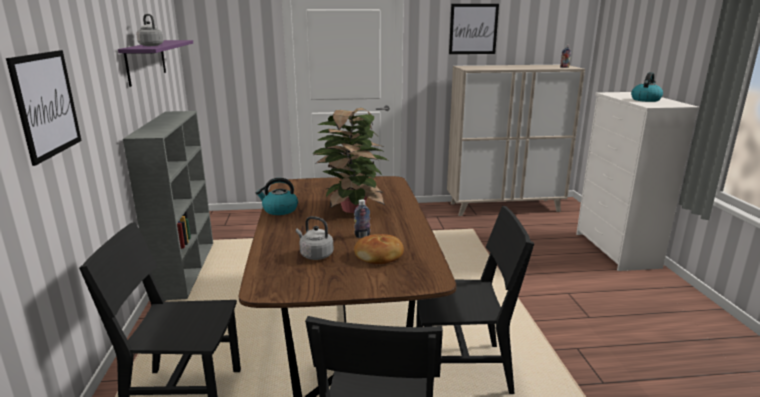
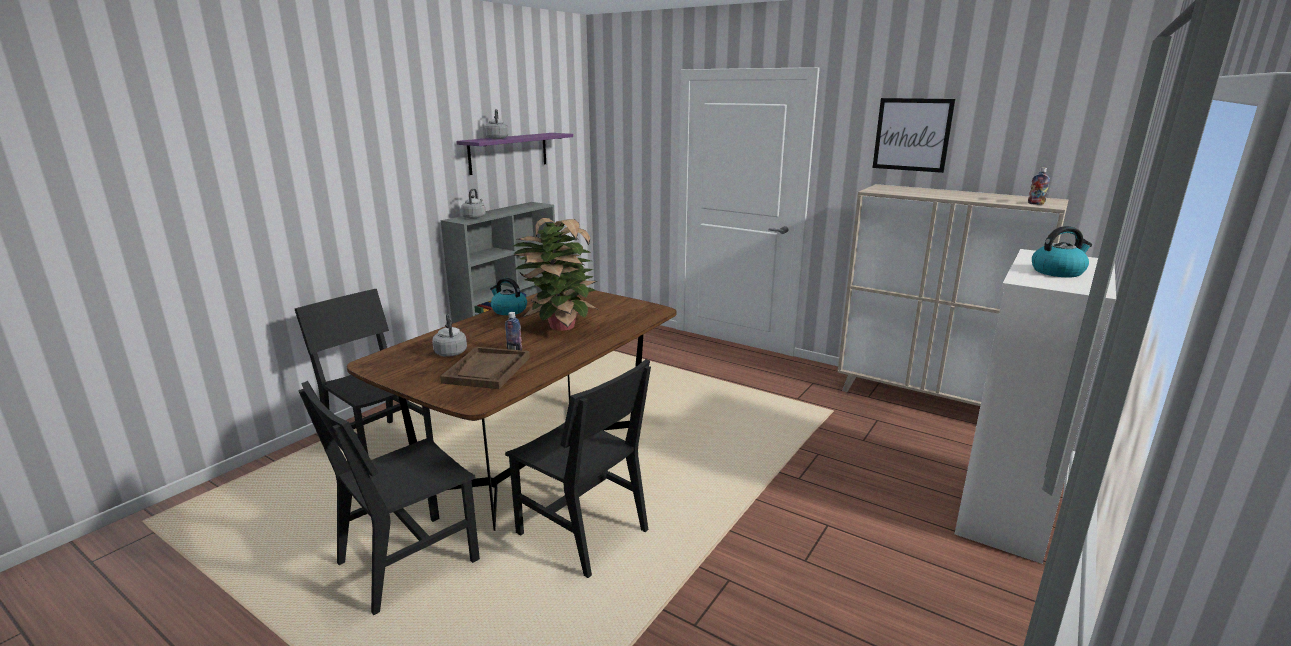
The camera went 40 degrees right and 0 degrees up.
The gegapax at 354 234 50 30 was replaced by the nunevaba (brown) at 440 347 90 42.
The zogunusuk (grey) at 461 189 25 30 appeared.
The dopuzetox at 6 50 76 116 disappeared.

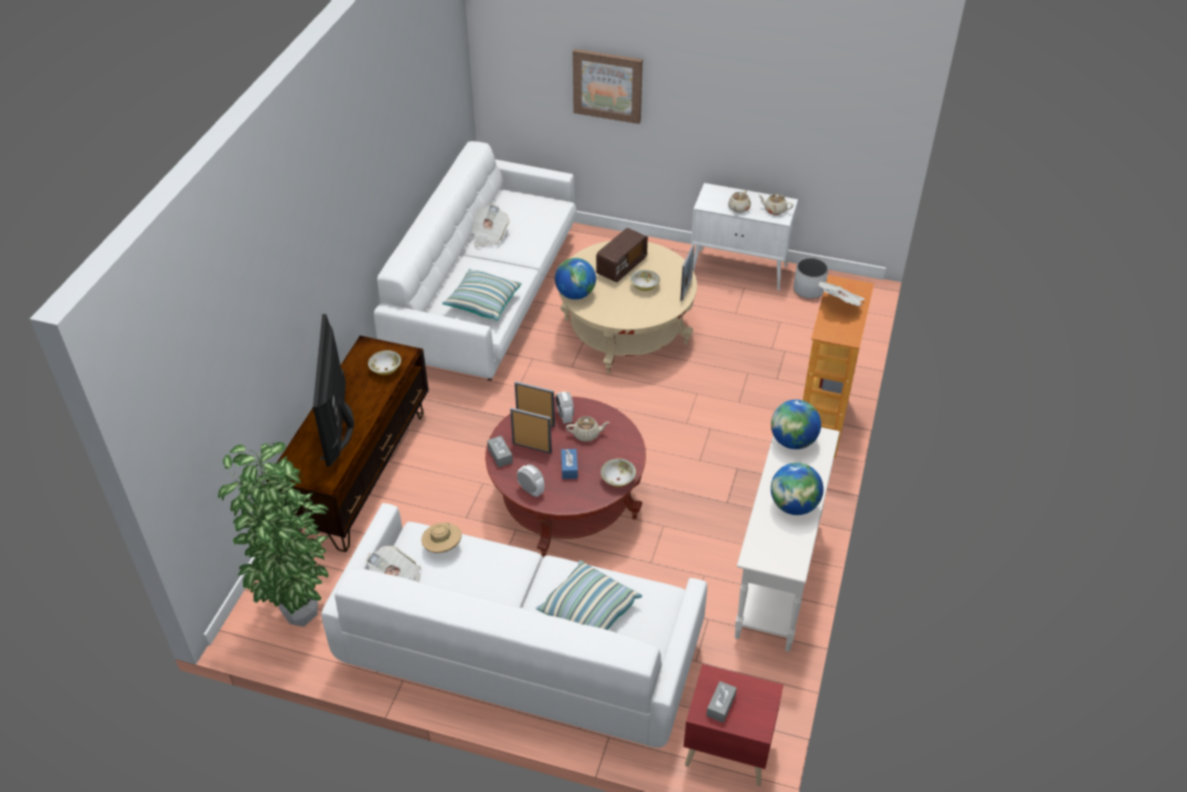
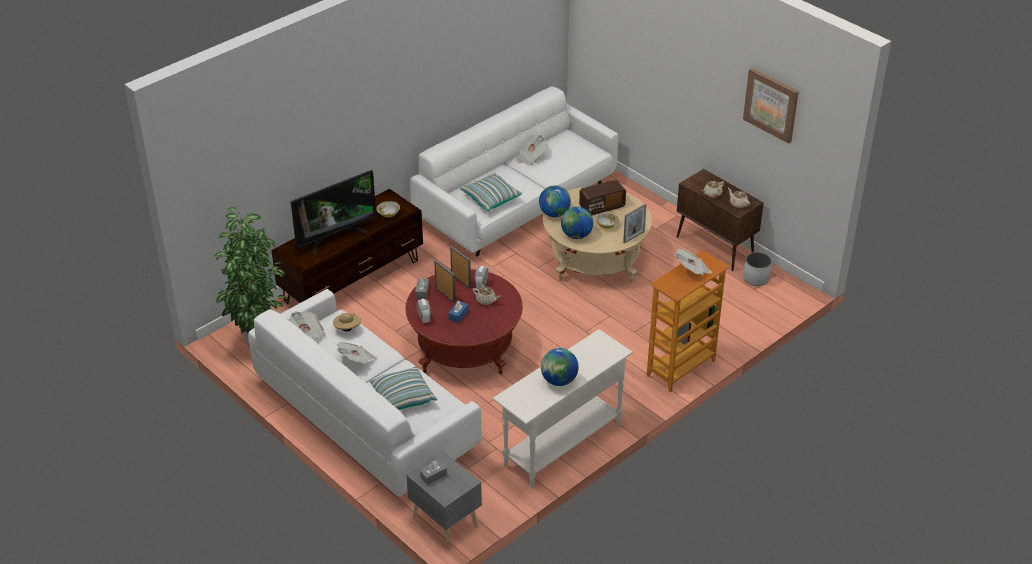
The camera went 30 degrees right and 5 degrees down.
The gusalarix at 313 314 41 153 turned 150 degrees counterclockwise.
The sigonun at 337 342 40 22 appeared.
The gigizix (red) at 683 664 101 122 became the gigizix (grey) at 406 451 76 97.
The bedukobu moved from 771 400 50 49 to 561 207 32 32.
The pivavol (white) at 691 183 107 108 became the pivavol (brown) at 677 169 87 102.
The dopuzetox moved from 573 49 70 75 to 743 68 56 76.
The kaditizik at 601 459 35 28 disappeared.

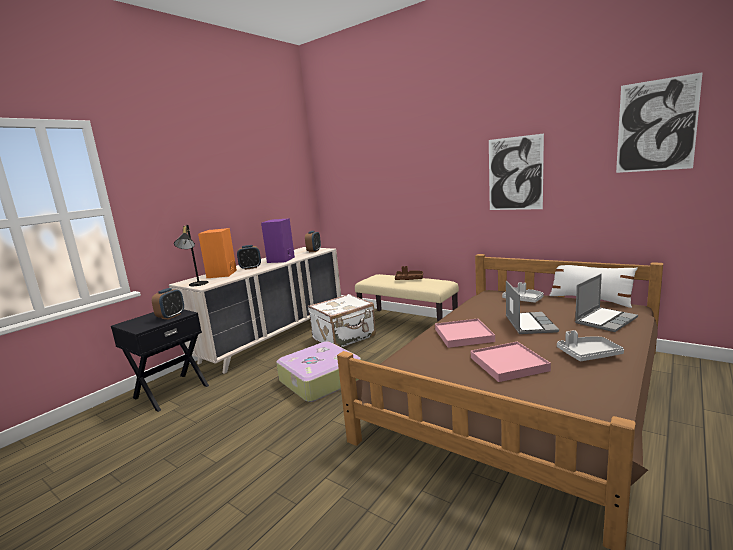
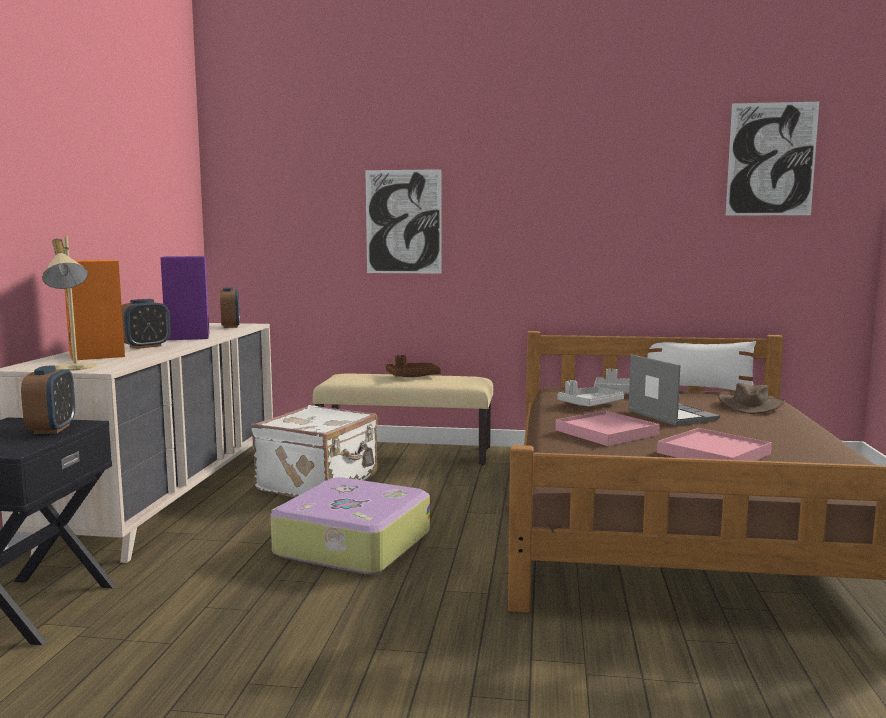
The camera went 30 degrees left and 5 degrees down.
The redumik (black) at 174 225 35 61 became the redumik (beige) at 42 237 56 134.
The dopuzetox moved from 489 134 55 76 to 365 169 77 105.
The nunevaba (grey) moved from 557 330 67 31 to 557 380 67 27.
The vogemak at 575 274 63 58 was replaced by the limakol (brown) at 718 383 67 31.

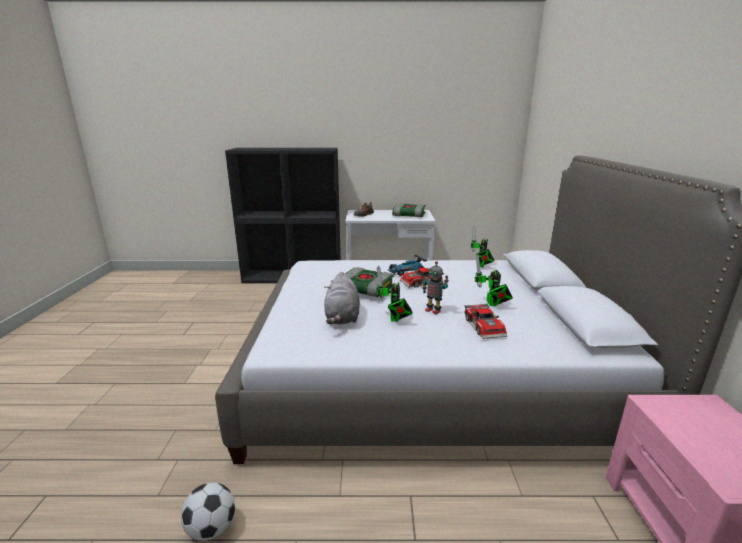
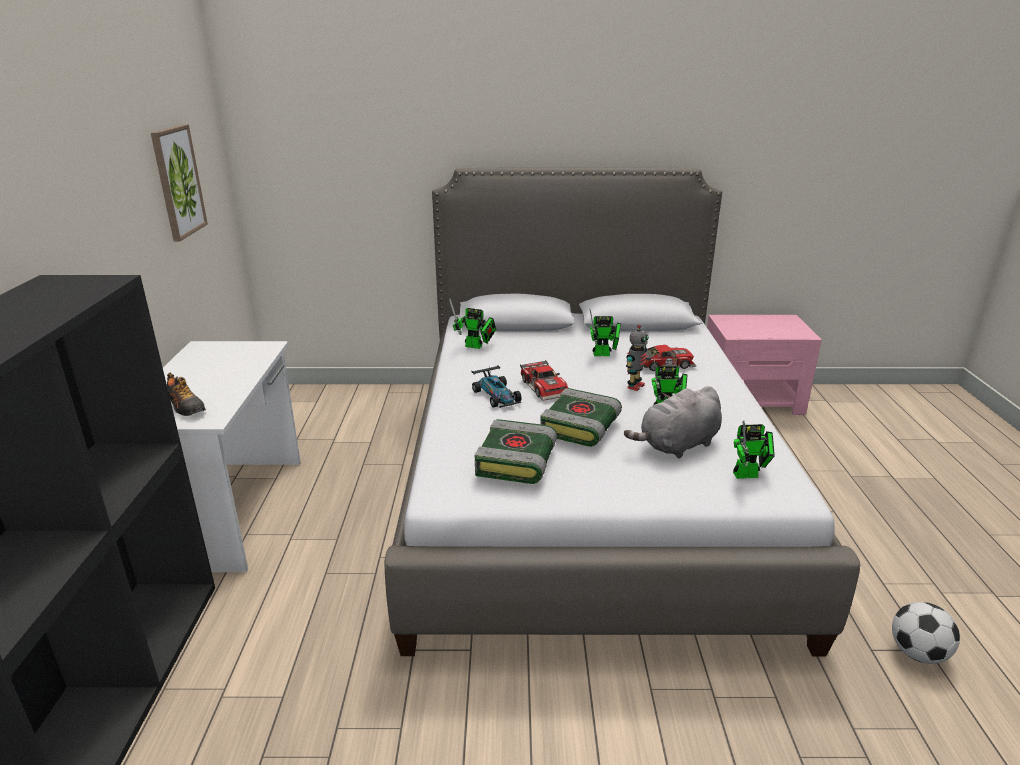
The camera went 90 degrees left and 5 degrees up.
The dopuzetox at 151 124 57 118 appeared.
The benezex moved from 392 203 34 14 to 475 419 82 65.
The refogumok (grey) at 324 272 36 52 turned 150 degrees clockwise.
The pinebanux at 733 421 42 58 appeared.

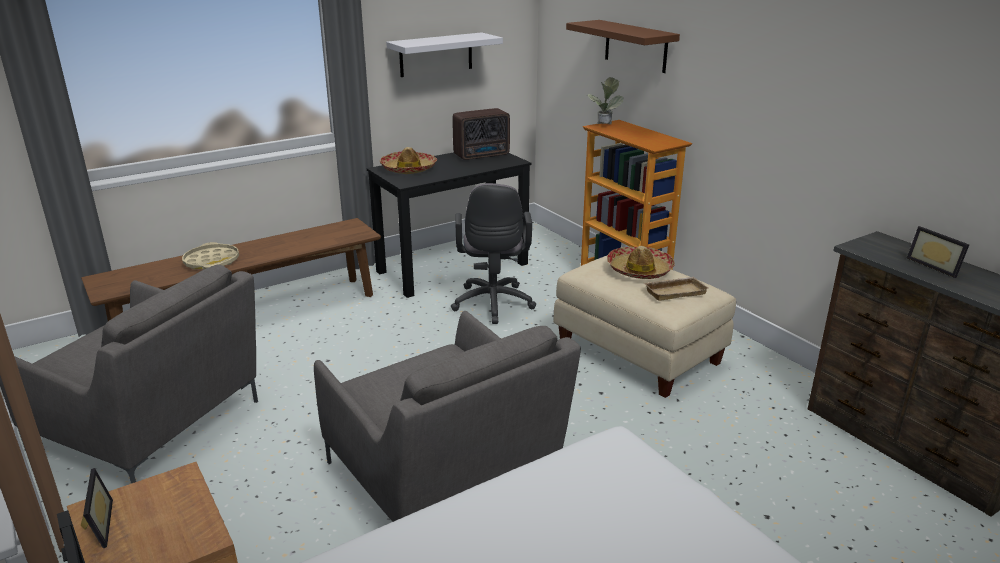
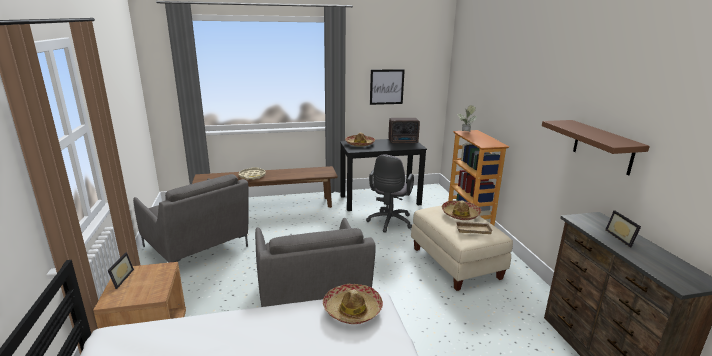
The camera went 20 degrees right and 5 degrees down.
The limakol at 323 284 60 40 appeared.
The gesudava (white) at 386 32 117 45 was replaced by the dopuzetox at 370 69 35 36.
The gesudava (brown) moved from 566 20 114 53 to 542 120 108 55.

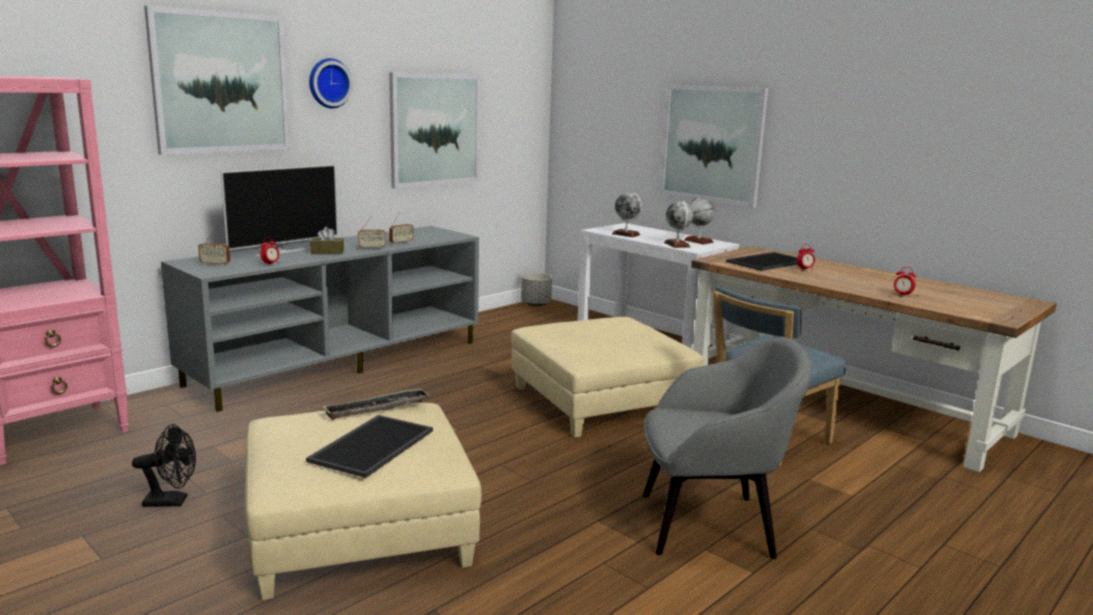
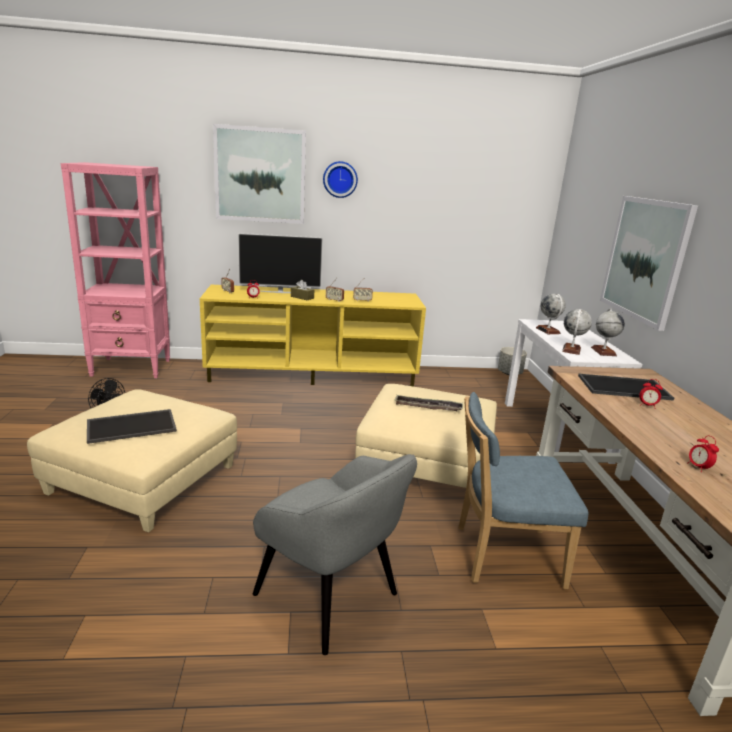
The camera went 40 degrees right and 5 degrees up.
The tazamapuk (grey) at 161 226 318 186 became the tazamapuk (yellow) at 200 285 226 102.
The nunevaba moved from 323 388 107 32 to 395 395 68 16.
The dopuzetox at 389 72 91 117 disappeared.

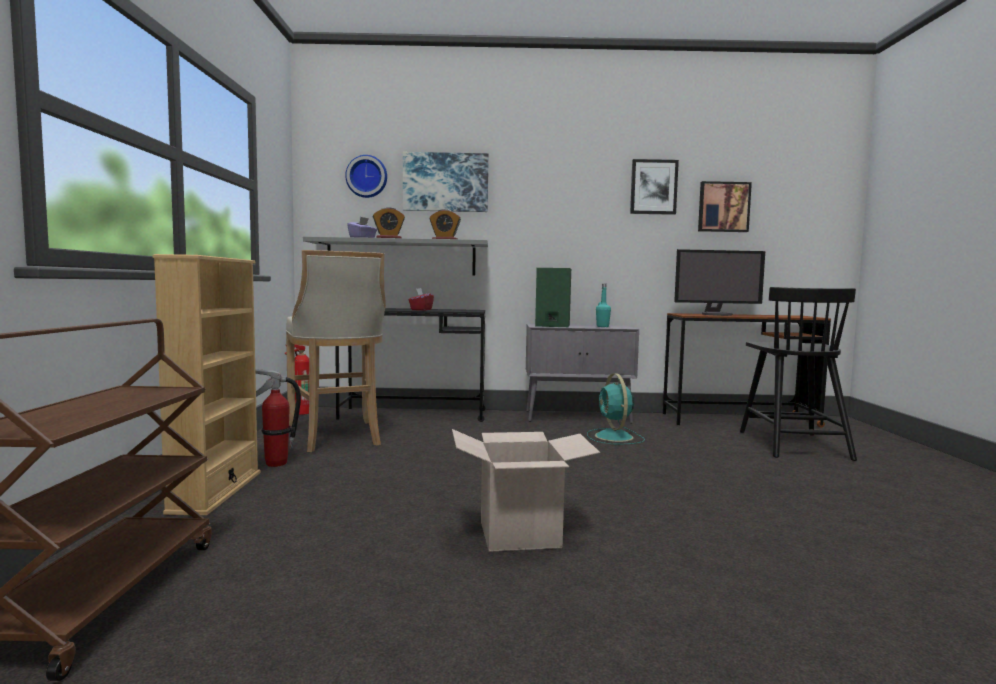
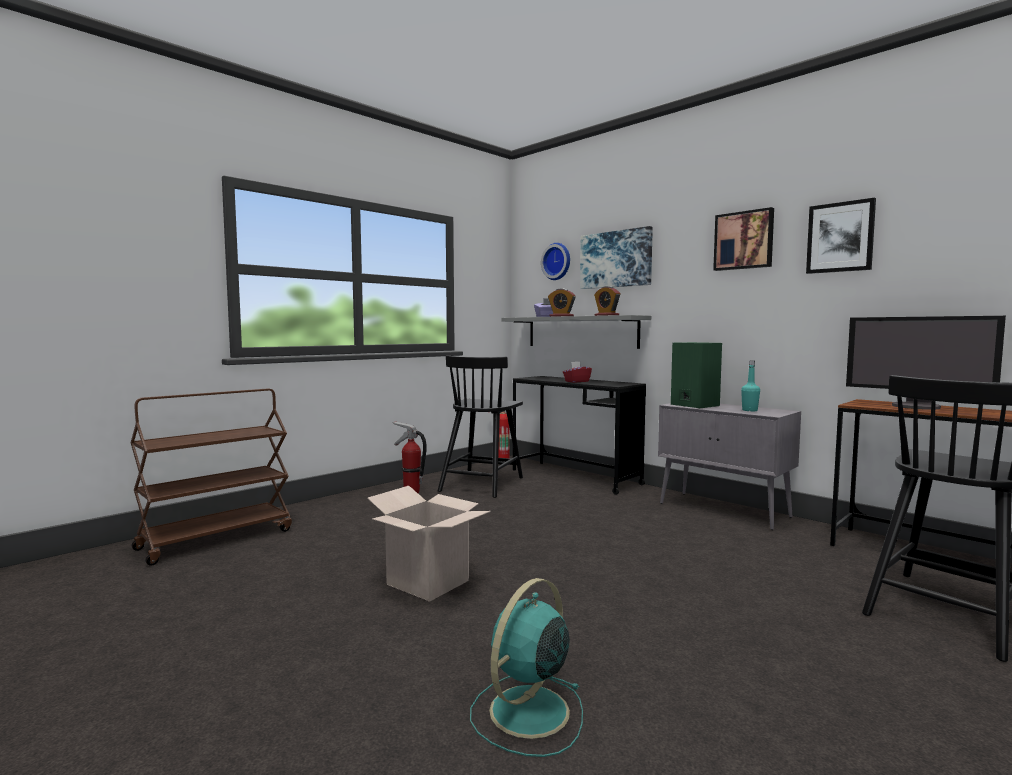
The camera went 45 degrees right and 0 degrees up.
The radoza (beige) at 286 250 100 202 was replaced by the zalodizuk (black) at 438 356 85 142.
The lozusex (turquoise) moved from 587 373 58 71 to 470 578 113 179.
The dopuzetox moved from 698 181 54 51 to 713 207 61 64.
The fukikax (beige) at 153 254 108 262 disappeared.

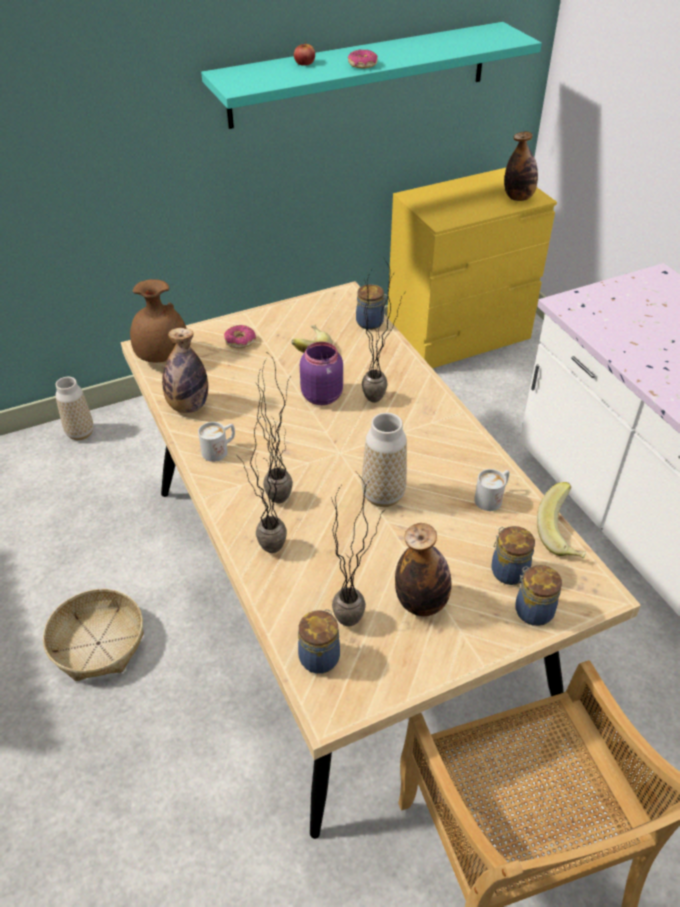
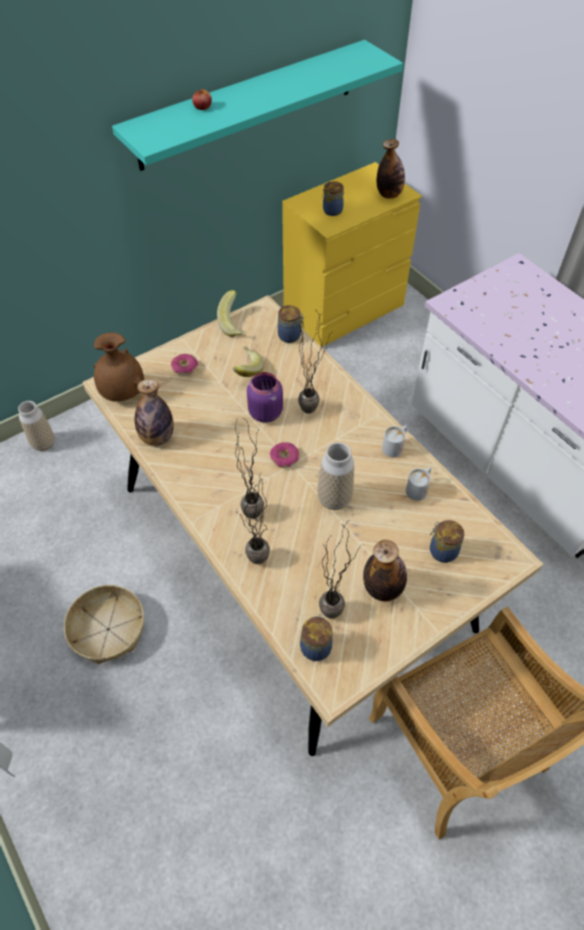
The camera went 10 degrees left and 10 degrees up.
The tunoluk moved from 537 482 49 76 to 217 290 29 47.
The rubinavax moved from 348 49 30 20 to 270 442 29 26.
The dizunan moved from 515 565 47 61 to 322 181 22 35.
The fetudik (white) moved from 198 422 37 40 to 382 425 25 33.

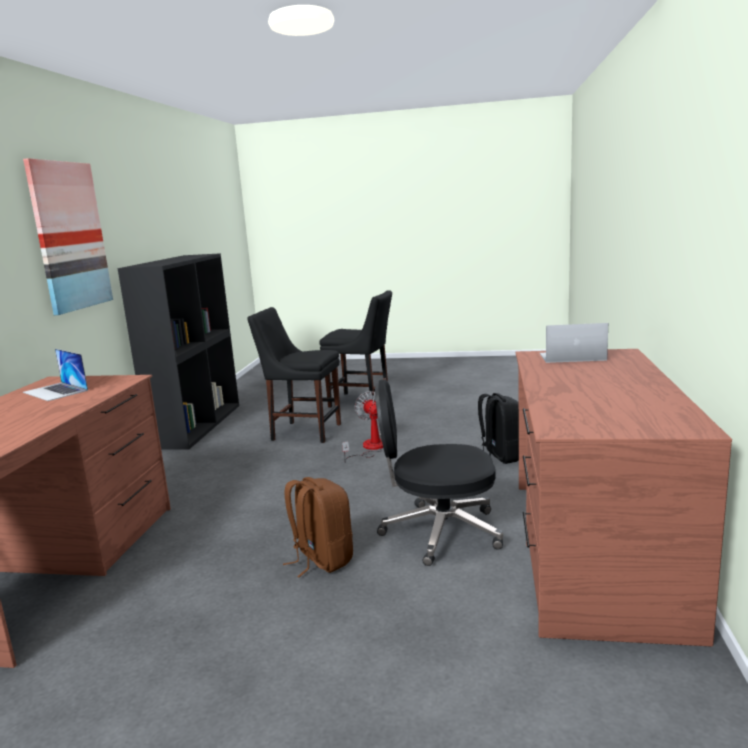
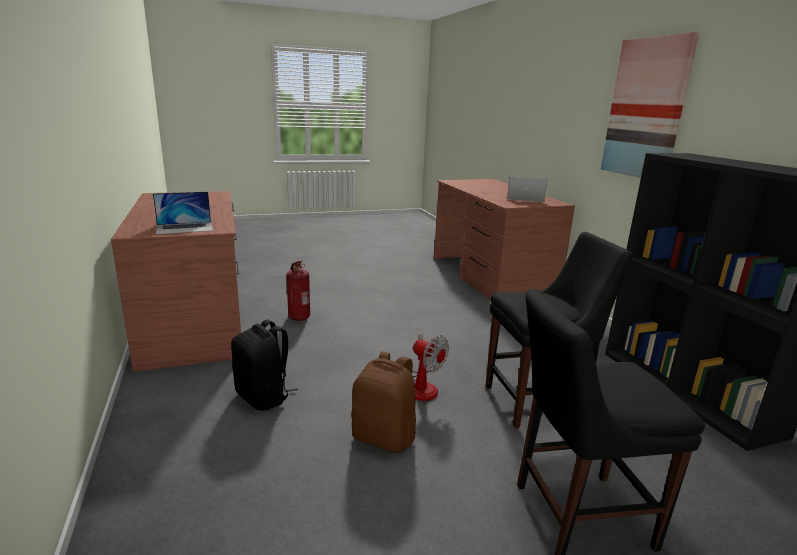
The camera went 150 degrees right and 5 degrees up.
The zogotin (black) at 375 379 128 187 was replaced by the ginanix at 286 261 24 60.
The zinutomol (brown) moved from 283 477 70 100 to 351 351 65 102.

